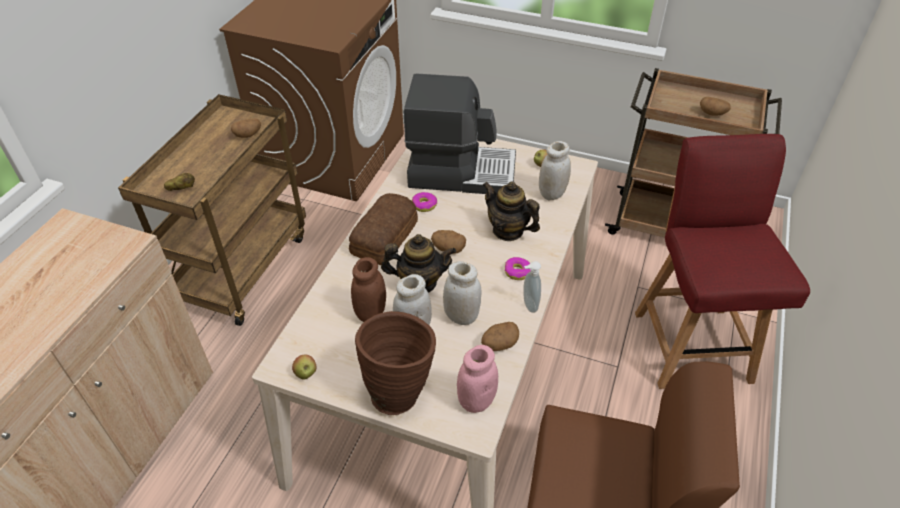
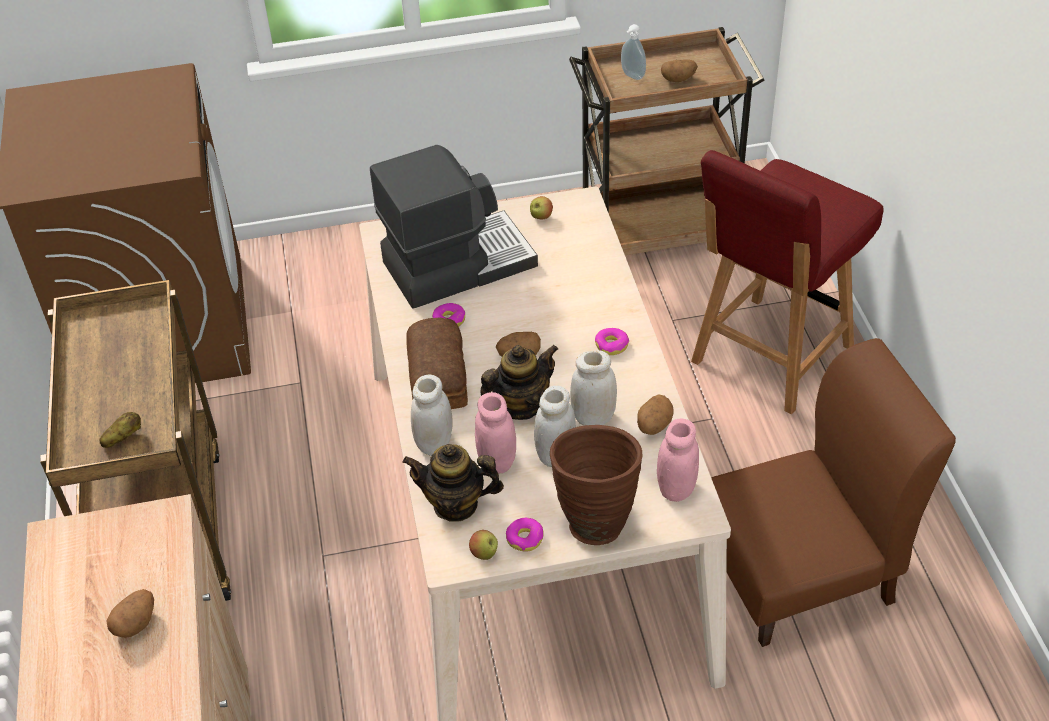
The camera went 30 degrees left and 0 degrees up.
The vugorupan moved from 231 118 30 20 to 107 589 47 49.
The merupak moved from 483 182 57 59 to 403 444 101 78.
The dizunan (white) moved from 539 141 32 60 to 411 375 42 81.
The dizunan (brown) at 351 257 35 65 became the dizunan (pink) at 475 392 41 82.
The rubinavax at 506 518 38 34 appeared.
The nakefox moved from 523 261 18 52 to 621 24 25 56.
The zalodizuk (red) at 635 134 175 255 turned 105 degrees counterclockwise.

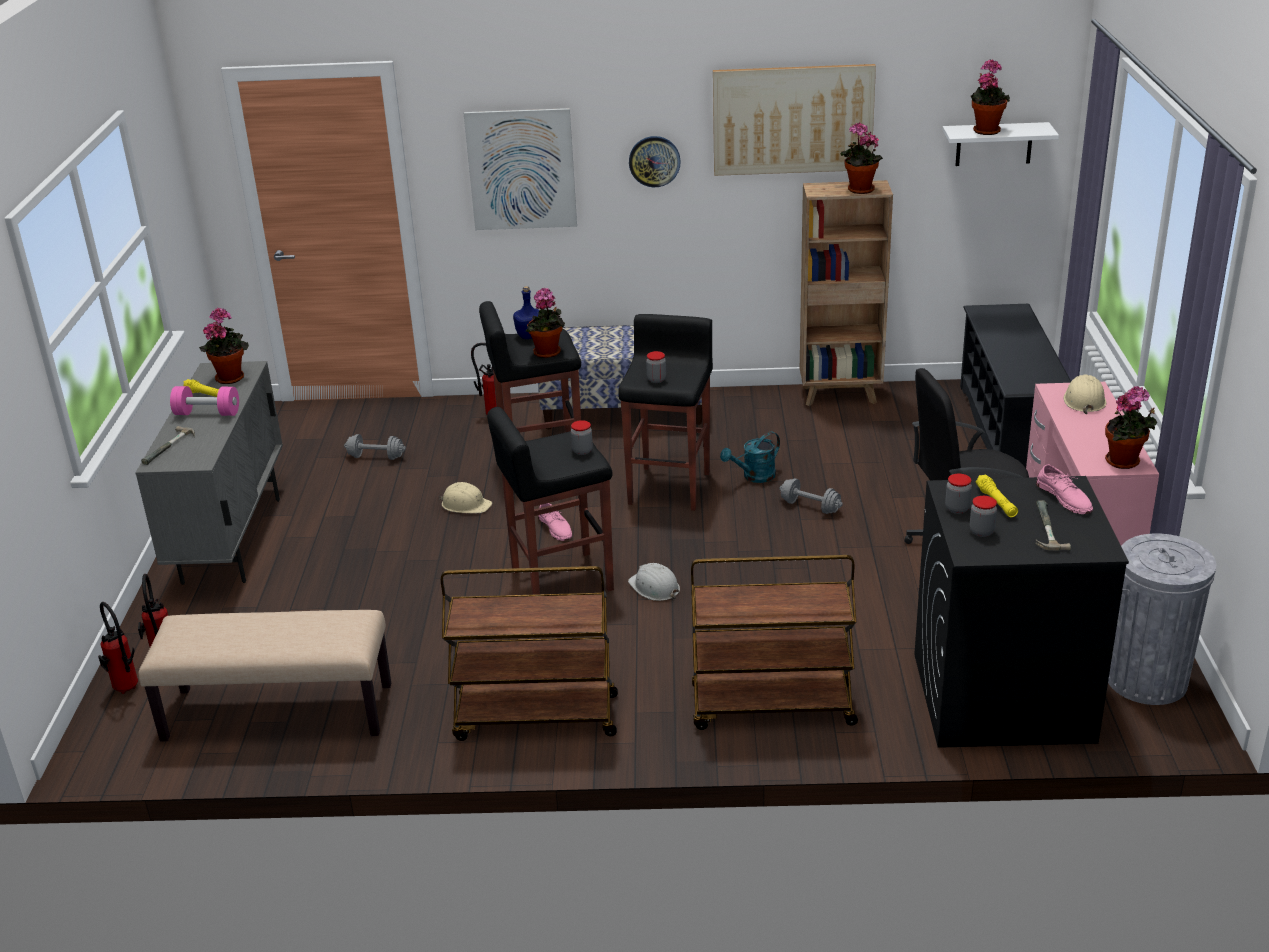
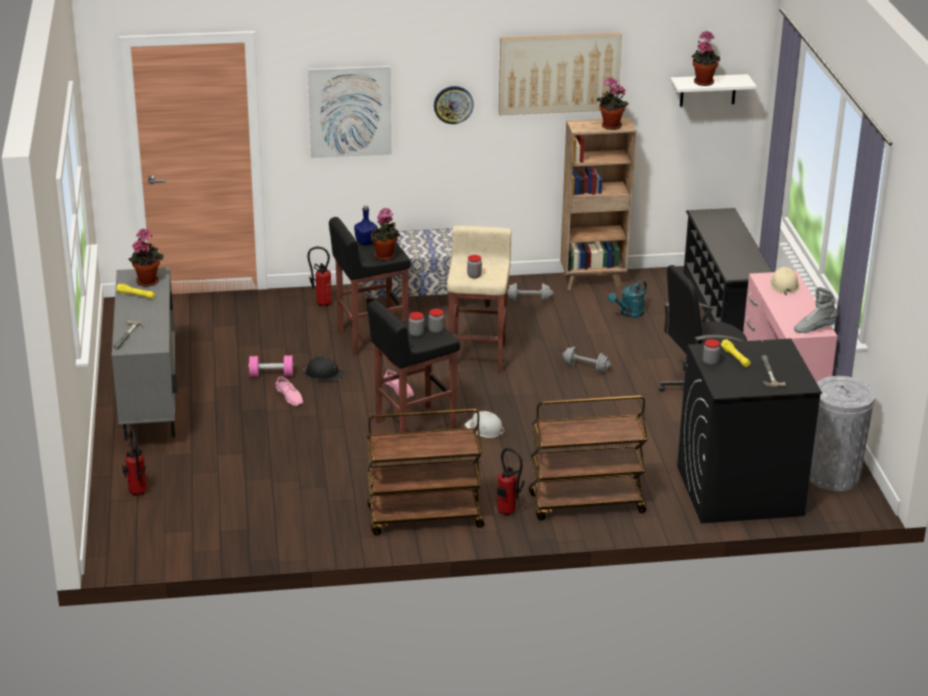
The camera went 10 degrees left and 0 degrees up.
The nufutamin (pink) moved from 170 386 69 30 to 249 356 45 21.
The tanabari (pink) moved from 1036 464 57 50 to 276 376 27 30.
The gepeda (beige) at 439 482 53 31 became the gepeda (black) at 303 357 42 23.
The dizunan moved from 970 496 27 41 to 409 312 15 25.
The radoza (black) at 619 314 94 197 became the radoza (beige) at 447 226 64 147.
The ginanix moved from 98 602 40 92 to 497 448 27 68.
The nufutamin (grey) moved from 344 434 62 26 to 507 283 46 19.
The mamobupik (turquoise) moved from 720 432 60 51 to 608 280 39 38.
The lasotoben at 1105 386 52 83 was replaced by the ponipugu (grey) at 794 287 44 46.
The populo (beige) at 139 610 252 131 disappeared.

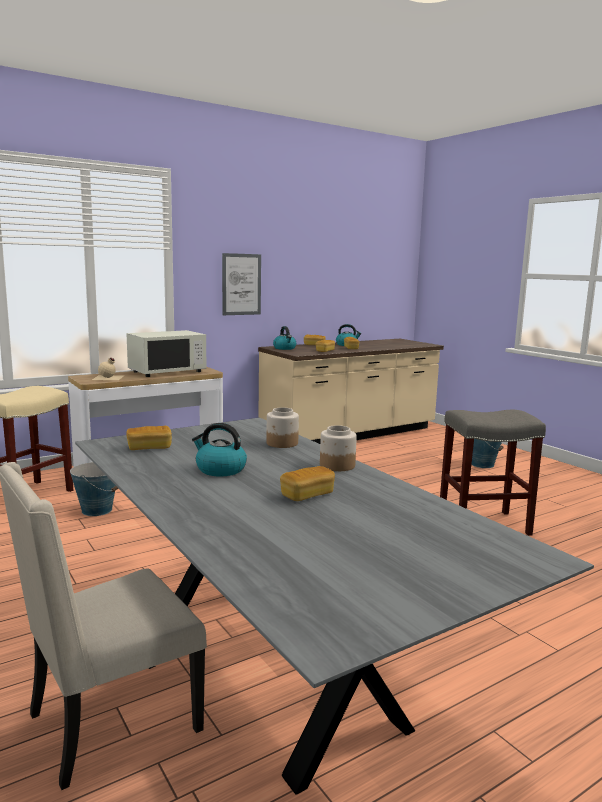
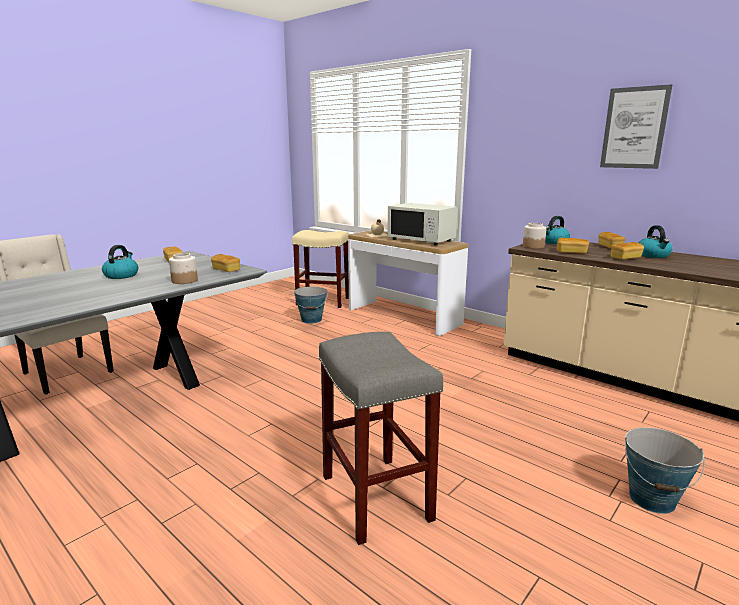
The camera went 75 degrees right and 5 degrees up.
The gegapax moved from 280 466 55 35 to 211 254 29 18.
The dizunan moved from 320 425 37 46 to 523 223 24 26.
The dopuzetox moved from 222 253 39 62 to 600 84 72 85.

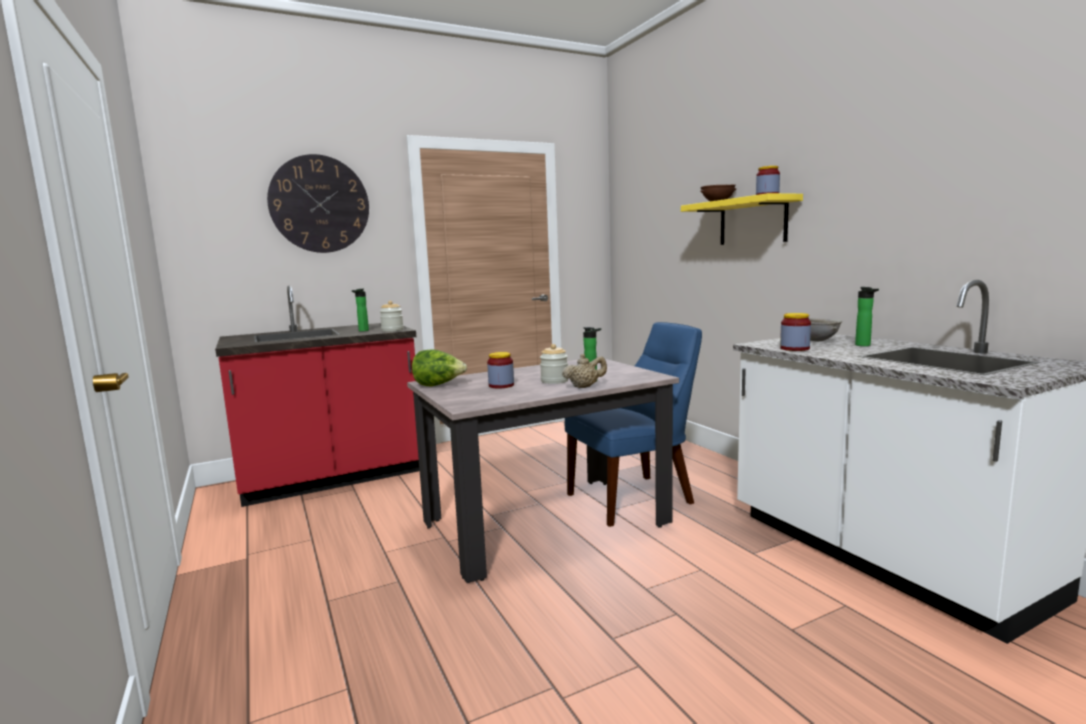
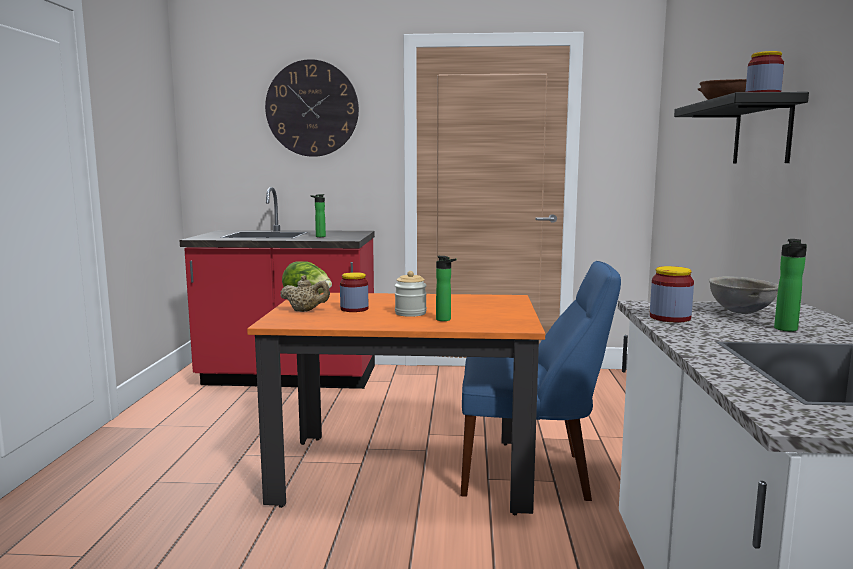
The camera went 30 degrees right and 0 degrees up.
The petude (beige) at 407 359 272 224 became the petude (orange) at 247 293 298 222.
The merupak (beige) moved from 562 354 45 34 to 280 275 50 37.
The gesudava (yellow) at 681 193 122 52 became the gesudava (black) at 674 92 135 72.
The dizunan at 380 301 24 30 disappeared.

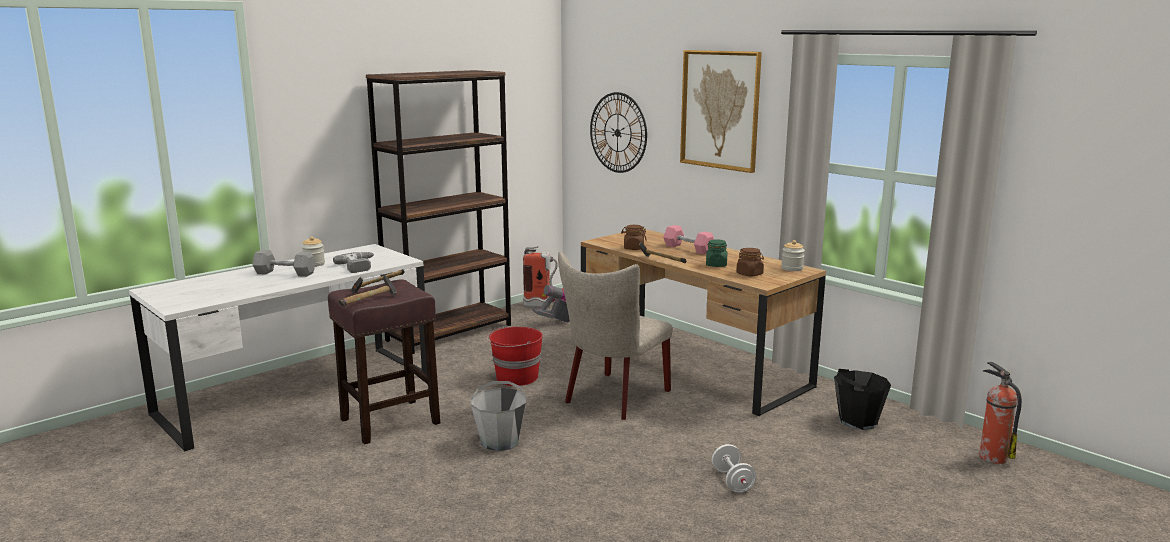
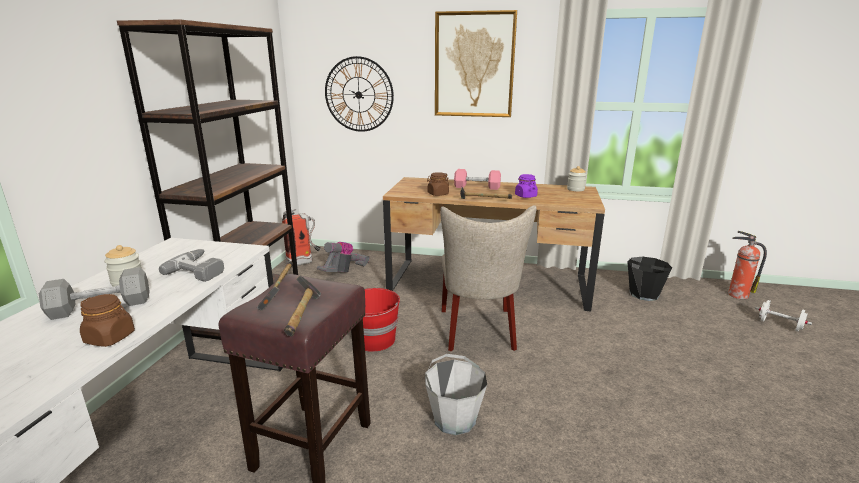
The camera went 35 degrees left and 5 degrees up.
The dizunan (brown) moved from 736 248 28 28 to 80 294 55 53.
The dizunan (green) at 706 239 21 28 became the dizunan (purple) at 515 174 23 24.
The nufutamin (white) moved from 712 444 44 49 to 755 300 57 32.

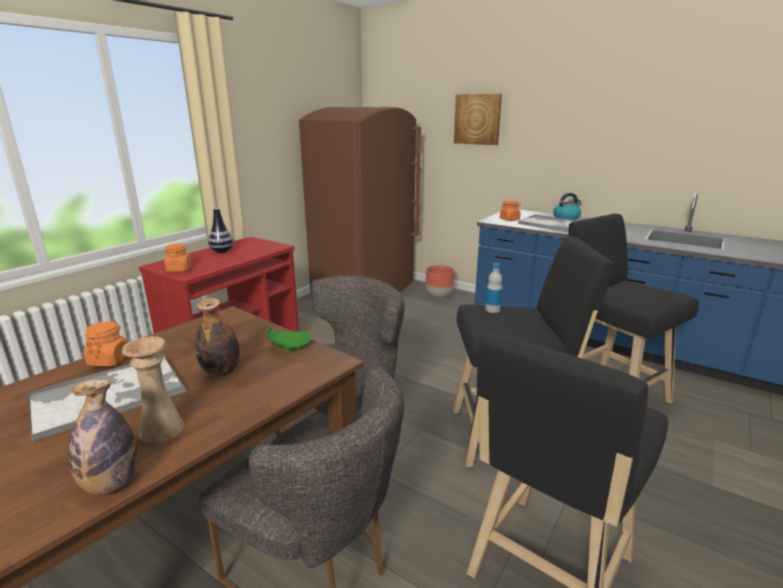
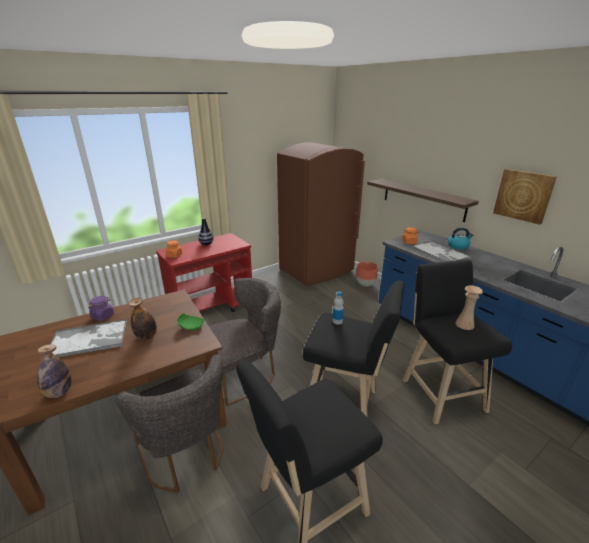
The camera went 20 degrees right and 5 degrees up.
The dizunan (orange) at 84 321 44 46 became the dizunan (purple) at 89 296 25 25.
The gesudava at 367 179 112 43 appeared.
The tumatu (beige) moved from 122 336 62 107 to 456 286 27 44.
The dopuzetox moved from 454 94 48 51 to 493 169 64 56.

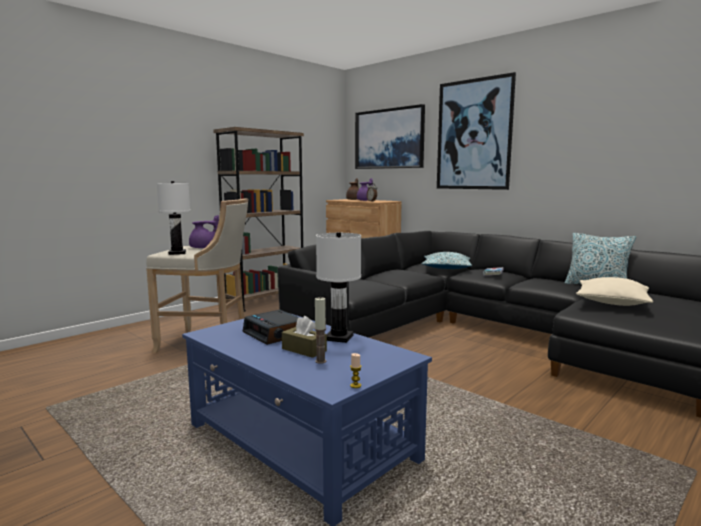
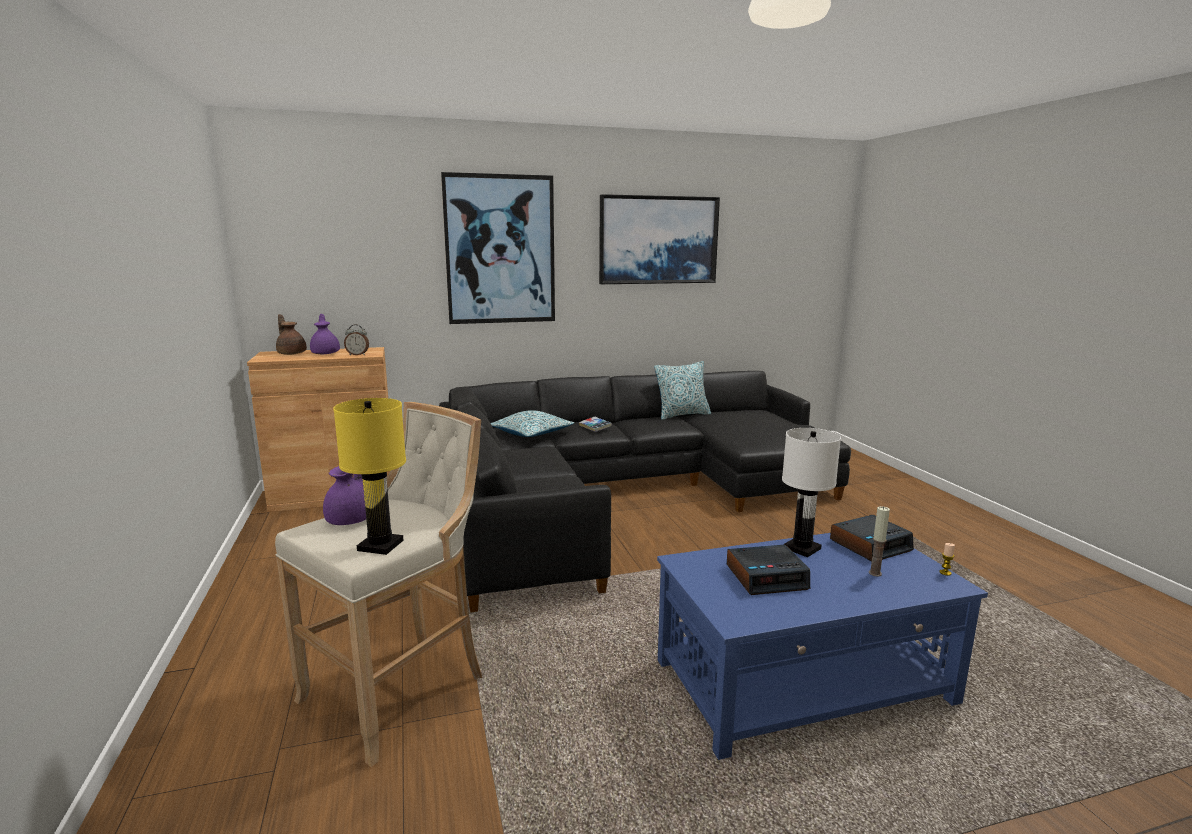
The camera went 60 degrees left and 5 degrees up.
The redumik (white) at 157 181 33 74 became the redumik (yellow) at 333 398 73 157.
The dopuzetox moved from 355 104 70 65 to 599 194 121 90.
The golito at 830 515 84 46 appeared.
The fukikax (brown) at 214 127 90 185 disappeared.
The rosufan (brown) at 282 316 45 42 disappeared.
The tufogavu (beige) at 576 277 77 29 disappeared.

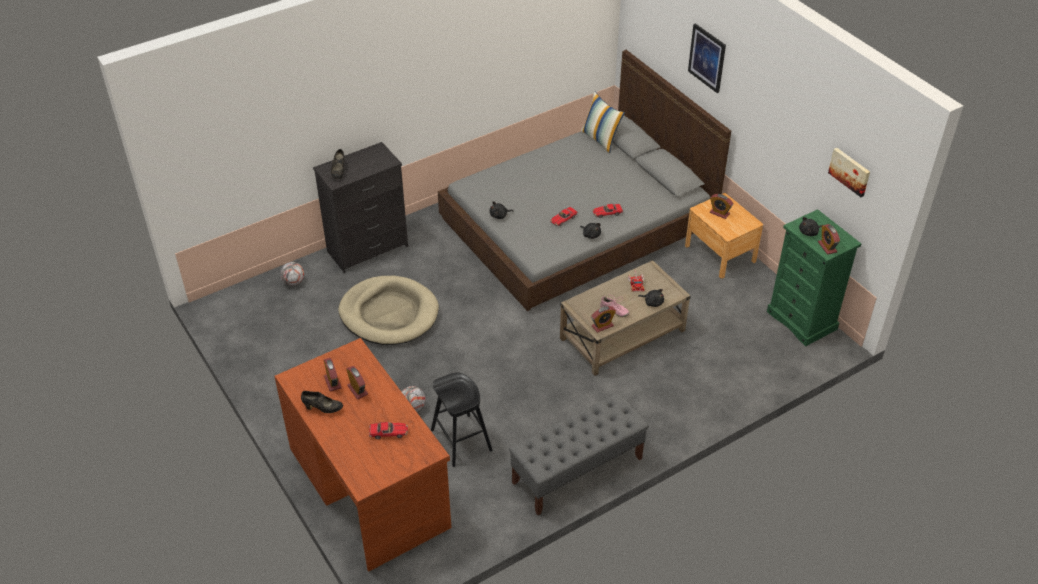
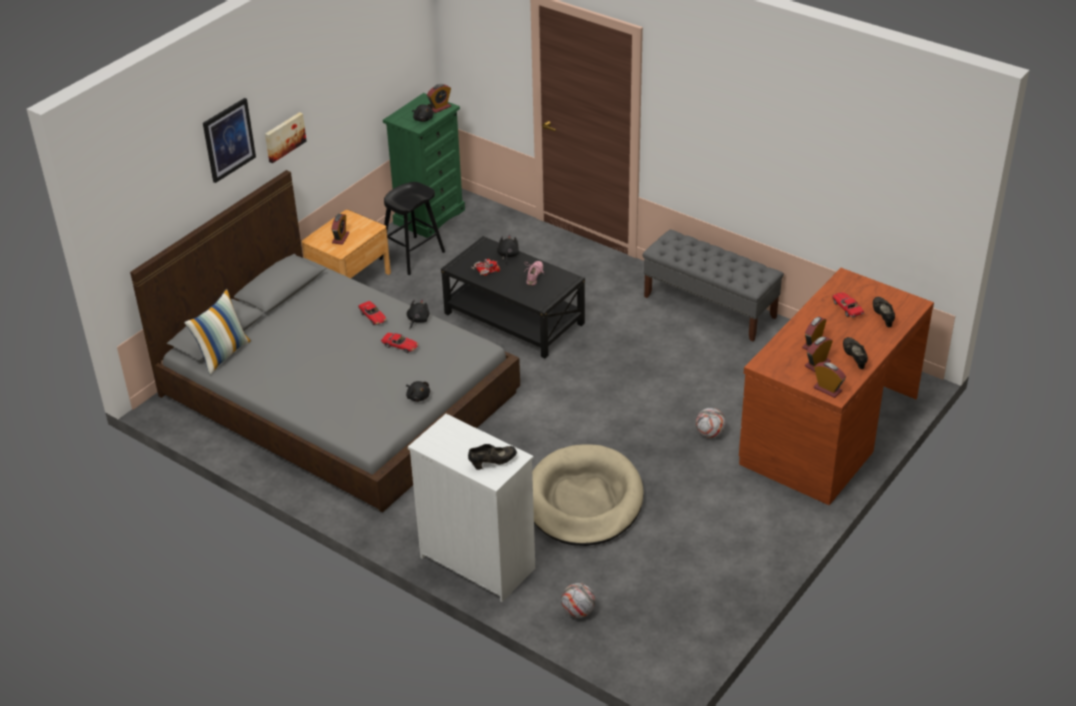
The camera went 110 degrees left and 5 degrees down.
The dopuzetox moved from 828 148 42 49 to 265 112 42 51.
The radoza (black) moved from 431 372 61 95 to 379 182 66 93.
The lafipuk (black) at 313 142 95 131 became the lafipuk (white) at 408 414 127 188.
The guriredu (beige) at 560 260 131 116 became the guriredu (black) at 441 236 144 122.
The golito moved from 591 306 25 27 to 814 362 32 36.
The tanabari (black) at 873 297 22 30 appeared.

